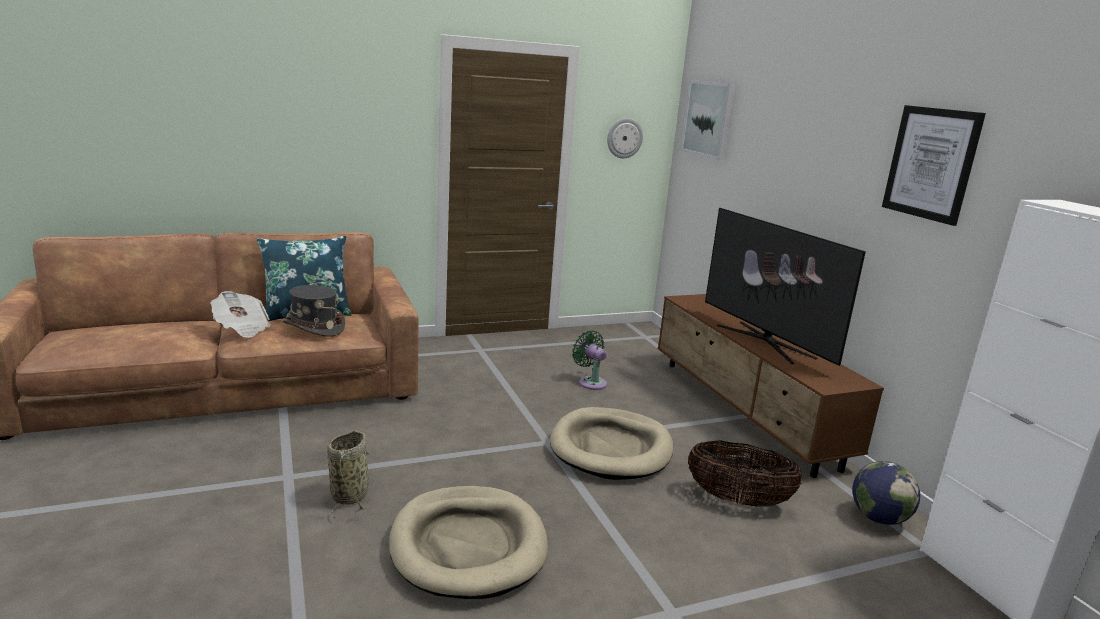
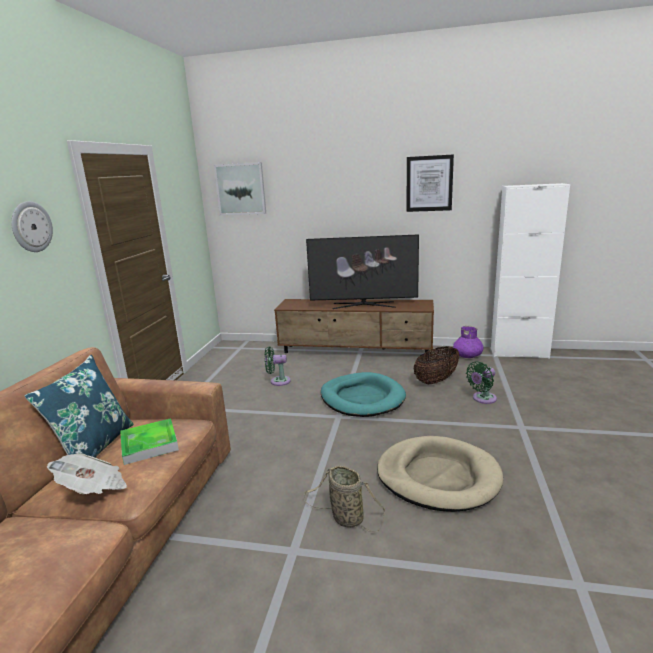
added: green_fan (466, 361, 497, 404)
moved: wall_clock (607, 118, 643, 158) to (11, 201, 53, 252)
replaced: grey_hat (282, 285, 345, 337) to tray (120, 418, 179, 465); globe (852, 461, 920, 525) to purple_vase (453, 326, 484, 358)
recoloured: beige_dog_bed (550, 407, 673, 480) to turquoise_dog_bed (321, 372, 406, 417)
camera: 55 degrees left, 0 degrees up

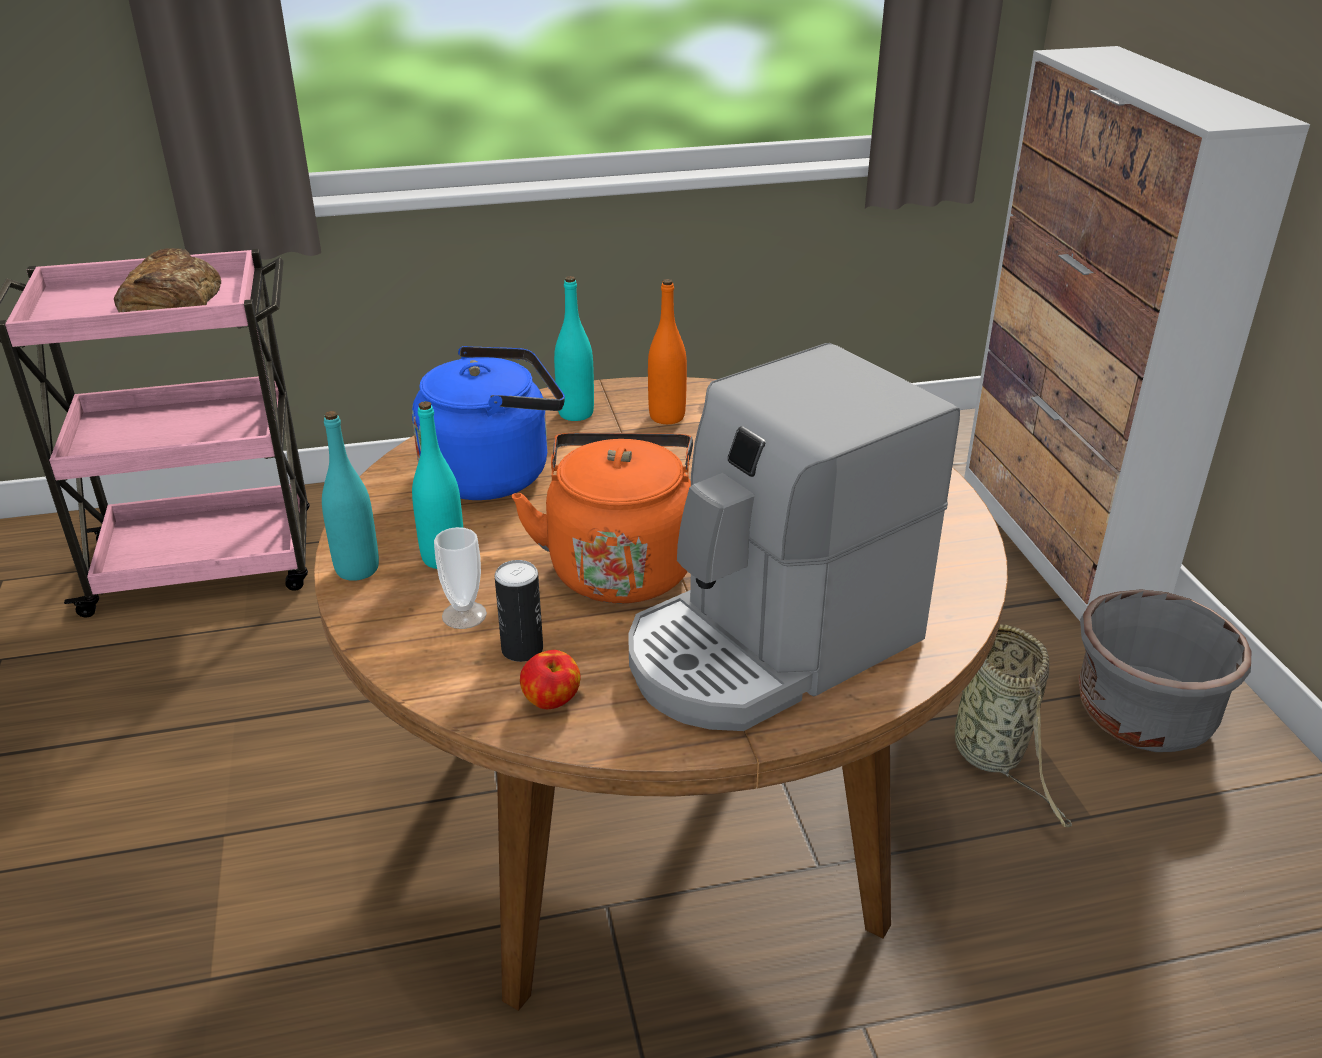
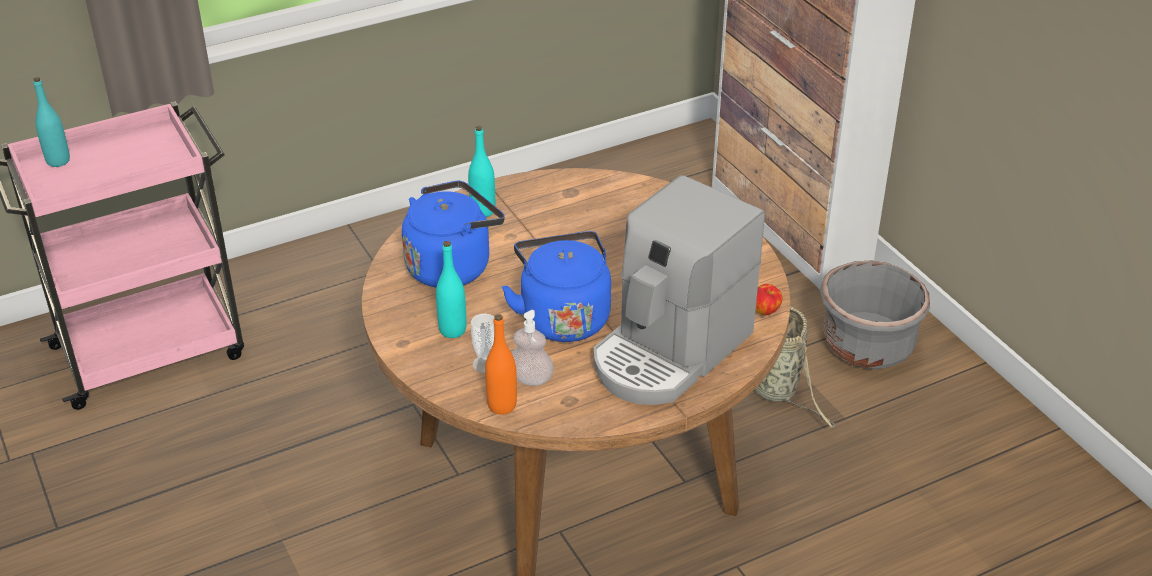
removed: bread (114, 248, 221, 312)
moved: orange_bottle (648, 279, 687, 424) to (485, 314, 517, 415); turquoise_bottle (322, 411, 379, 581) to (33, 77, 70, 167); apple (520, 650, 581, 709) to (755, 284, 782, 315)
replaced: can (495, 560, 543, 662) to soap_dispenser (511, 310, 554, 386)
recoloured: orange_kettle (512, 433, 693, 604) to blue_kettle (502, 231, 611, 342)
camera: 15 degrees left, 5 degrees up

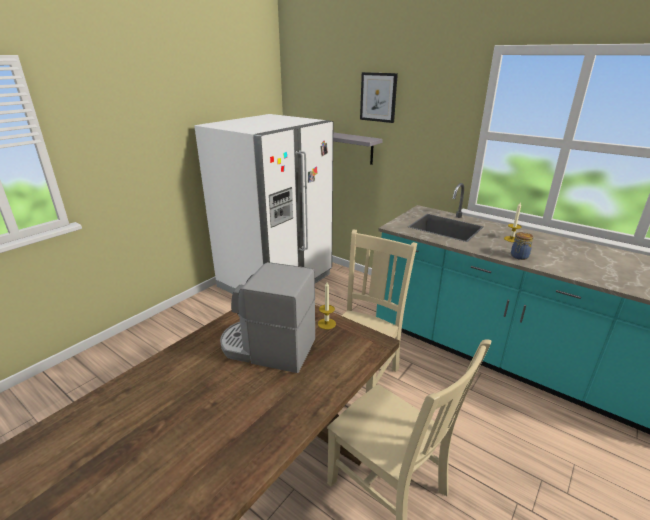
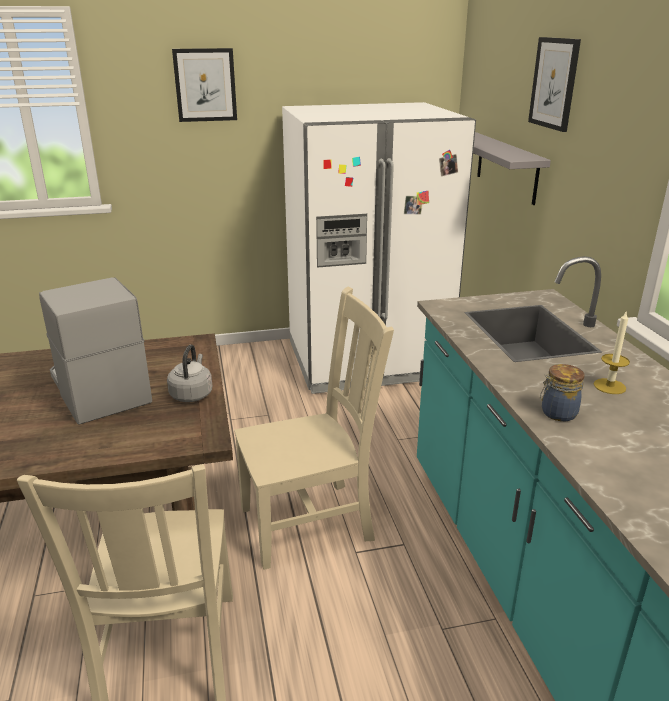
added: picture (172, 48, 237, 122)
replaced: candle (318, 282, 336, 329) to grey_kettle (167, 344, 212, 402)
camera: 40 degrees right, 0 degrees up

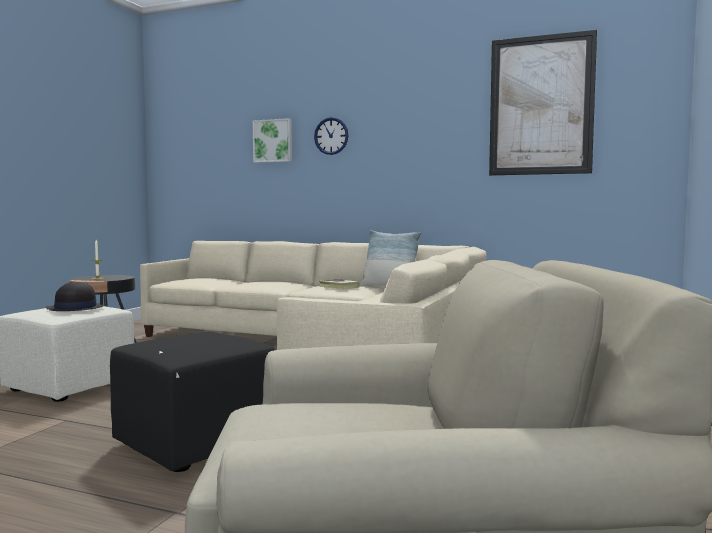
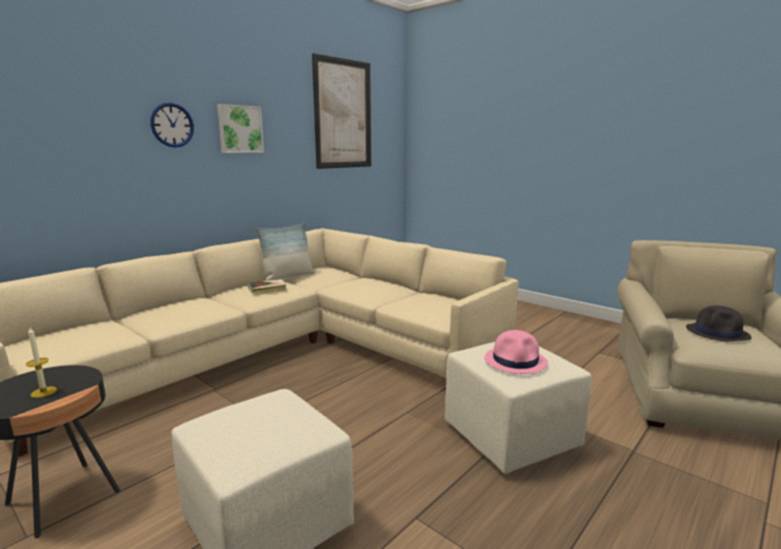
added: pink_hat (484, 330, 548, 374)
moved: picture (253, 118, 292, 163) to (217, 104, 264, 153); black_hat (46, 282, 105, 311) to (686, 306, 752, 341)
recoloured: black_ottoman (110, 332, 275, 472) to beige_ottoman (445, 342, 591, 474)
camera: 70 degrees left, 10 degrees up

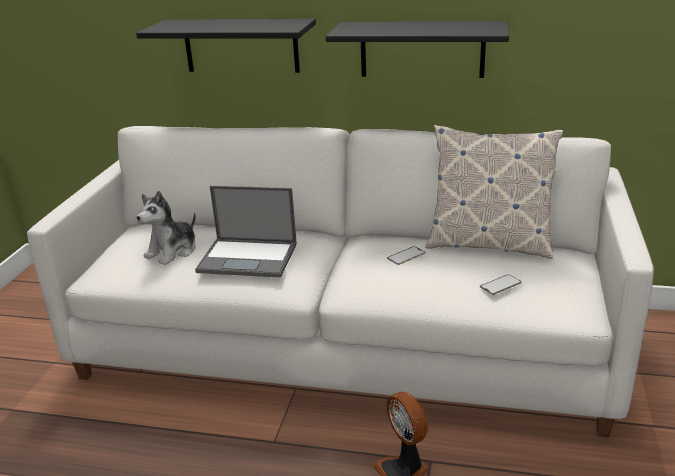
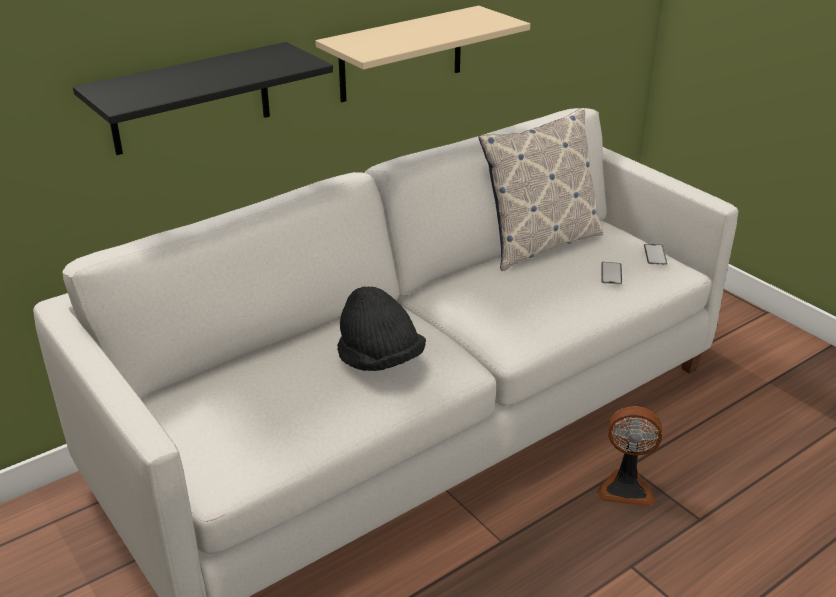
removed: plush_toy (137, 191, 196, 265)
moved: phone (387, 246, 426, 265) to (644, 244, 667, 265)
replaced: laptop (195, 186, 297, 278) to black_hat (337, 286, 426, 371)
recoloured: black_shelf (326, 21, 509, 78) to beige_shelf (315, 6, 530, 102)
camera: 50 degrees left, 5 degrees up

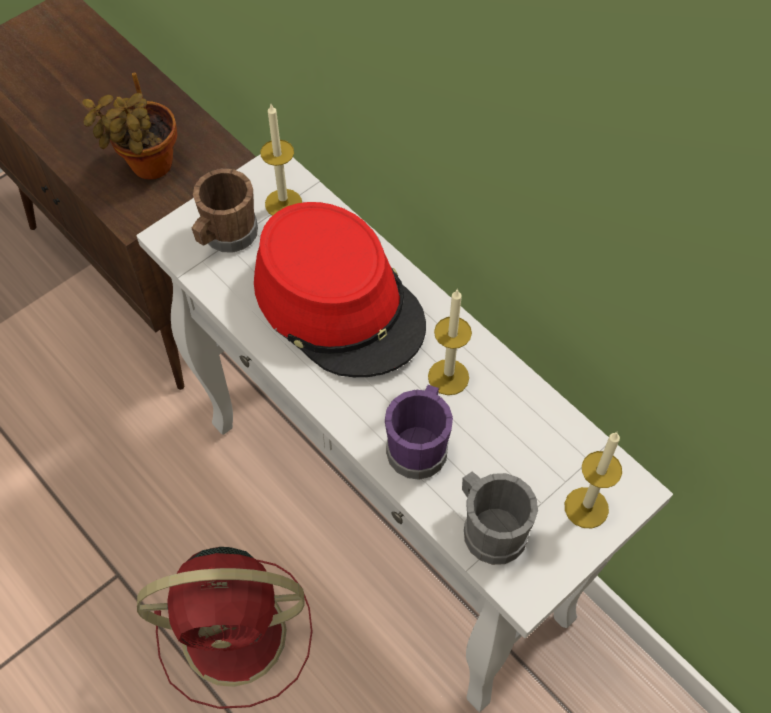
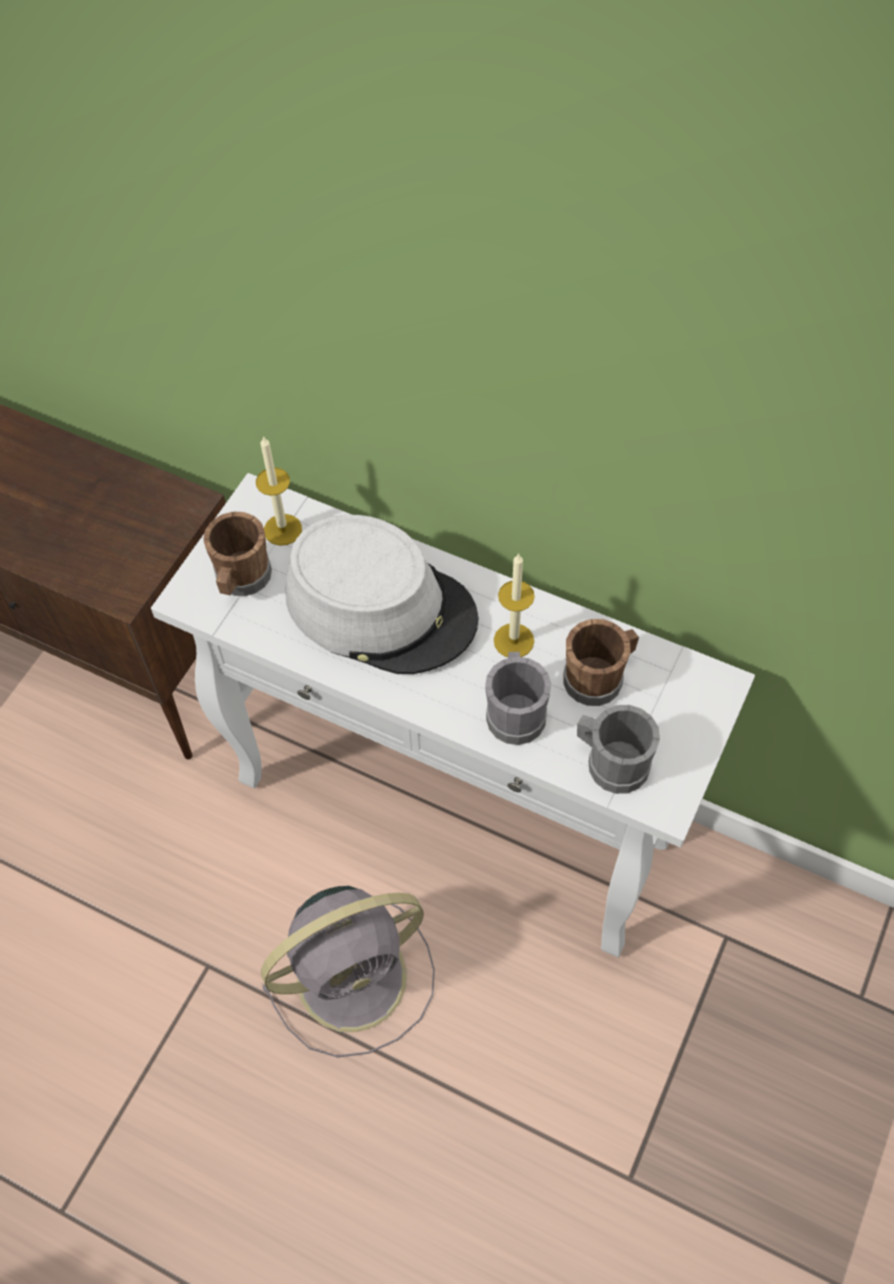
removed: potted_plant (82, 72, 177, 180); candle (565, 432, 622, 528)
added: brown_mug (563, 619, 639, 706)
recoloured: red_hat (254, 202, 426, 377) to grey_hat (285, 515, 479, 674); purple_mug (385, 385, 453, 480) to grey_mug (485, 652, 551, 745); red_fan (137, 547, 313, 709) to grey_fan (261, 886, 435, 1058)
camera: 20 degrees left, 0 degrees up

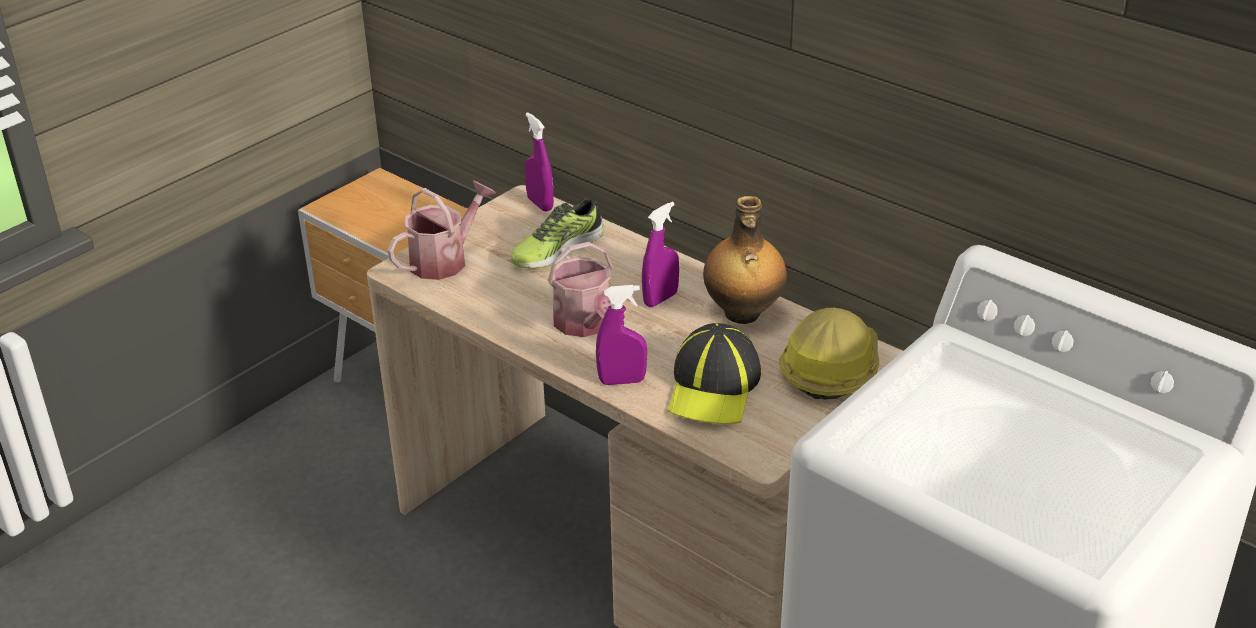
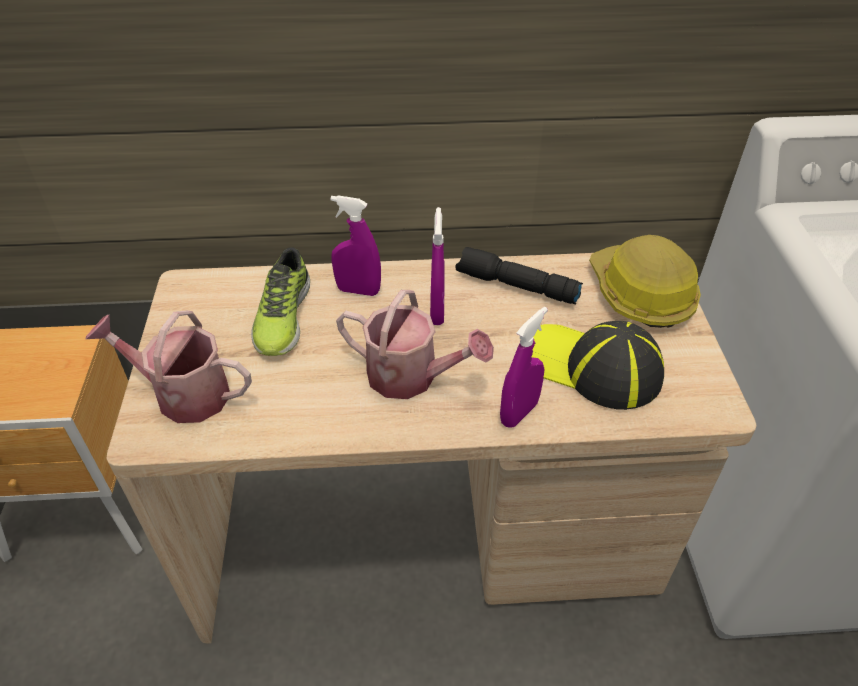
moved: purple_spray_bottle (525, 112, 554, 212) to (331, 195, 381, 296)
replaced: bottle (703, 196, 787, 324) to black_flashlight (456, 247, 583, 305)
turned: watering_can (388, 181, 496, 280) = (85, 310, 252, 423) 75 degrees counterclockwise; cap (668, 323, 761, 424) = (532, 321, 664, 410) 150 degrees clockwise
camera: 45 degrees left, 10 degrees up

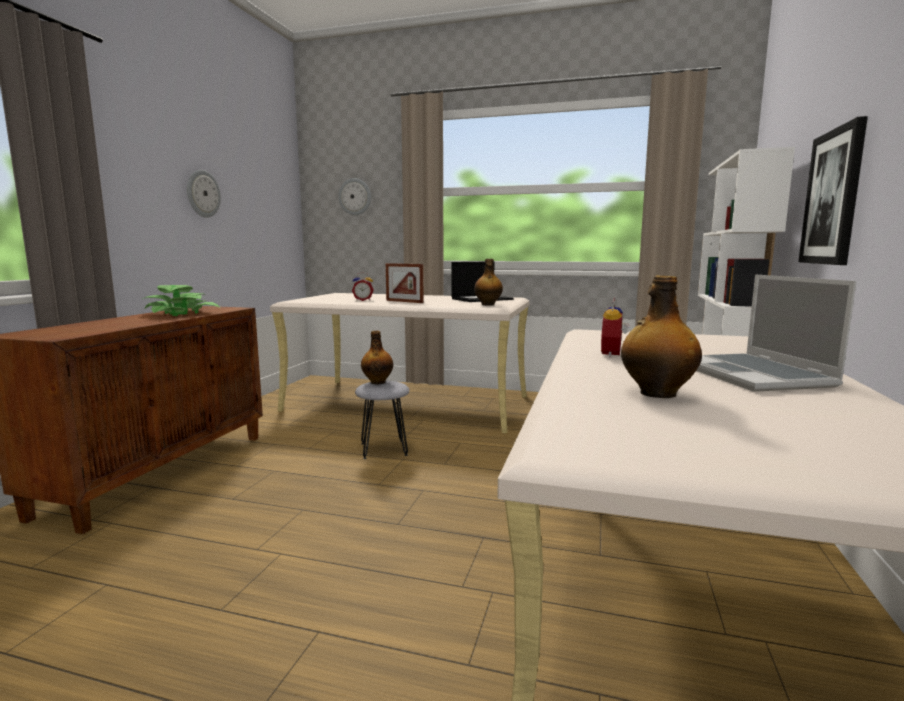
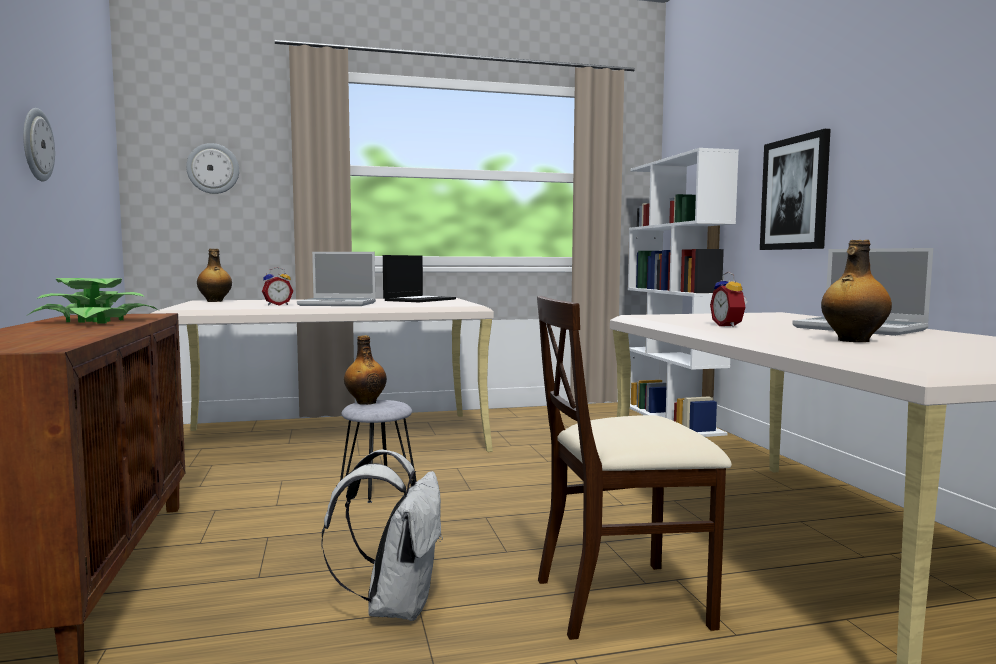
added: beige_chair (537, 296, 732, 640); white_backpack (322, 449, 443, 621)
moved: bottle (474, 259, 503, 305) to (197, 249, 232, 302)
replaced: picture_frame (386, 263, 424, 303) to laptop (297, 252, 376, 306)
camera: 30 degrees left, 5 degrees down

